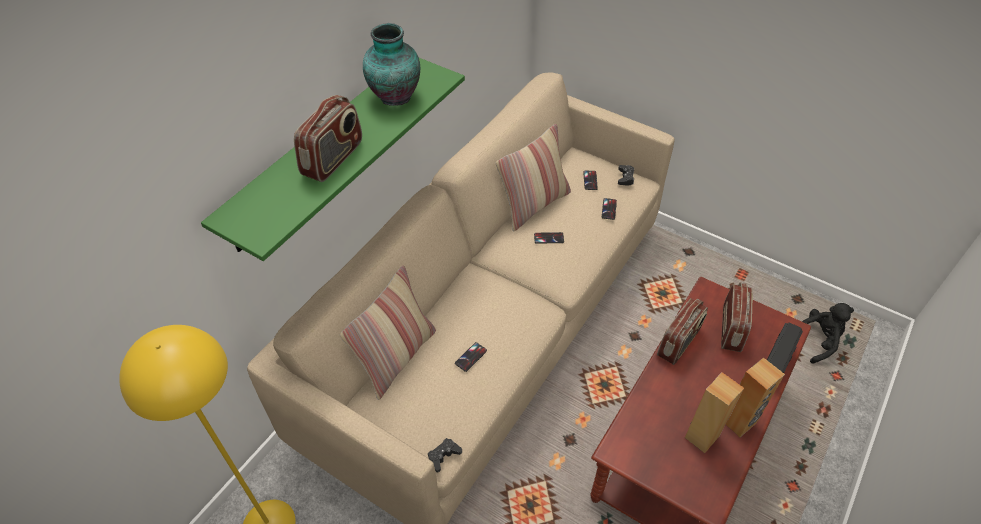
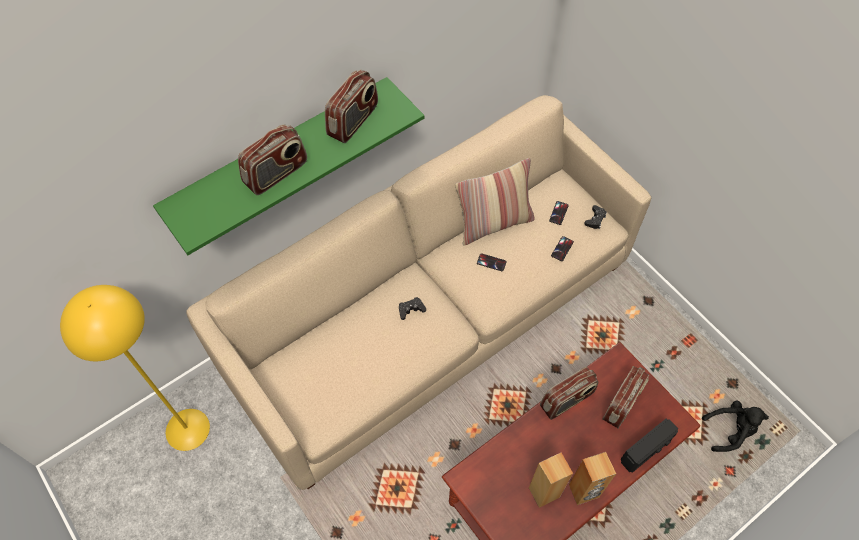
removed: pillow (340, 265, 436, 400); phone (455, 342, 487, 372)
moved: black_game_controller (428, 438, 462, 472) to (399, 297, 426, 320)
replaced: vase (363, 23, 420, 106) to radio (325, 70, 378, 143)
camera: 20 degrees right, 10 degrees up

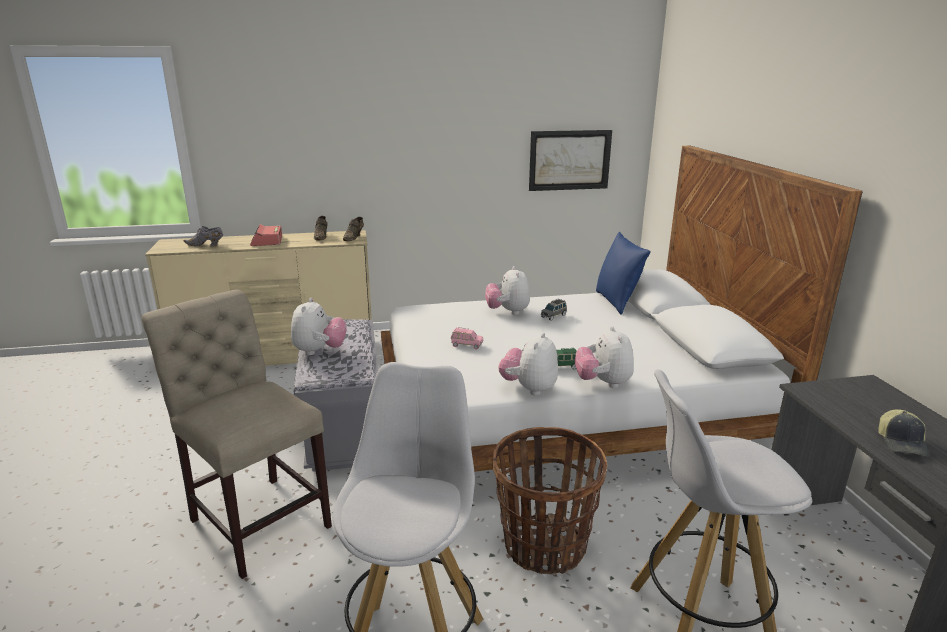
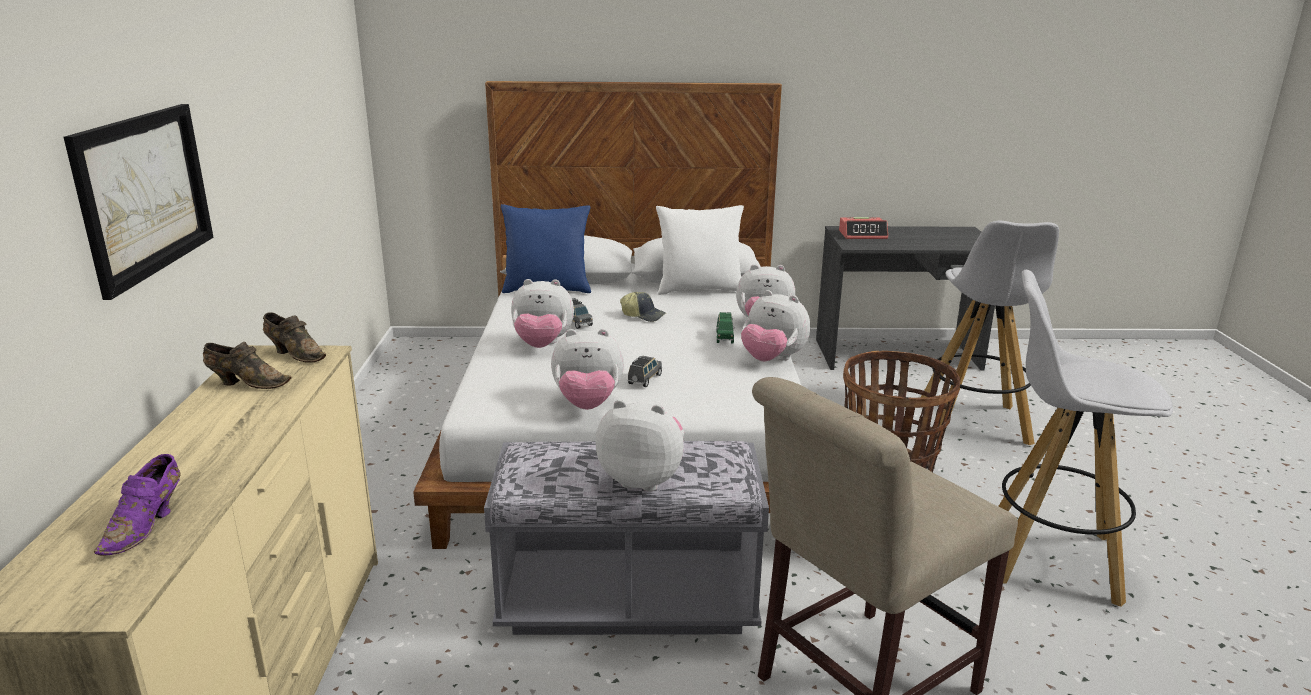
added: white_pillow (656, 205, 744, 295); plush_toy (551, 329, 624, 410)
moved: picture (529, 130, 612, 191) to (64, 104, 213, 300); alarm_clock (250, 224, 282, 246) to (839, 217, 888, 239); cap (878, 409, 929, 456) to (620, 292, 666, 322)
recoloured: grey_shoe (183, 226, 223, 246) to purple_shoe (93, 454, 181, 556); pink_toy_car (451, 327, 483, 350) to grey_toy_car (628, 356, 662, 387)
camera: 80 degrees left, 0 degrees up

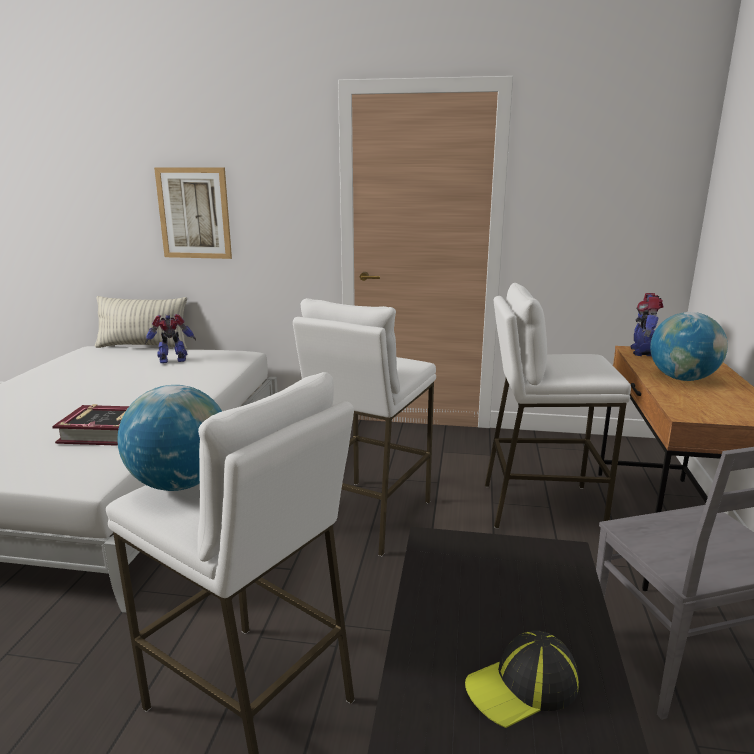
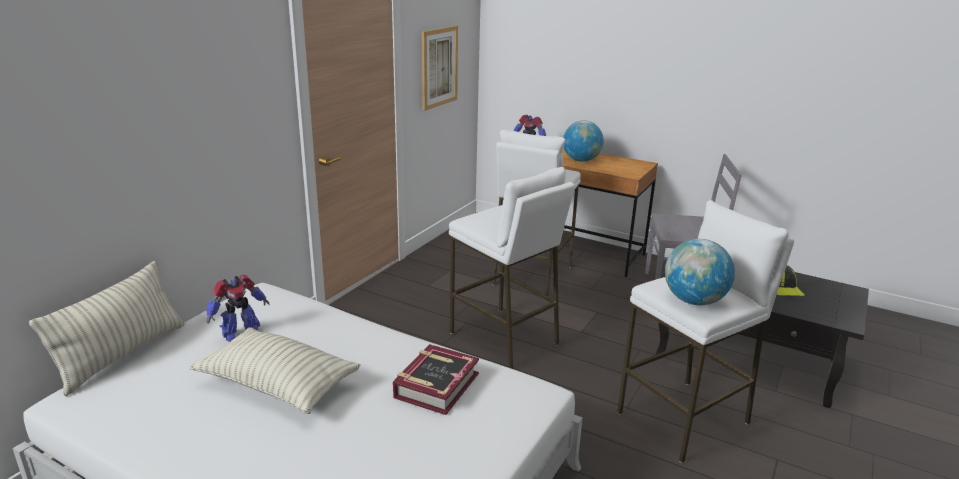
added: pillow (190, 327, 361, 414)
moved: picture (154, 167, 232, 259) to (422, 26, 458, 111)
turned: toy_robot (145, 314, 196, 363) = (206, 275, 270, 342) 135 degrees counterclockwise
camera: 70 degrees left, 5 degrees up

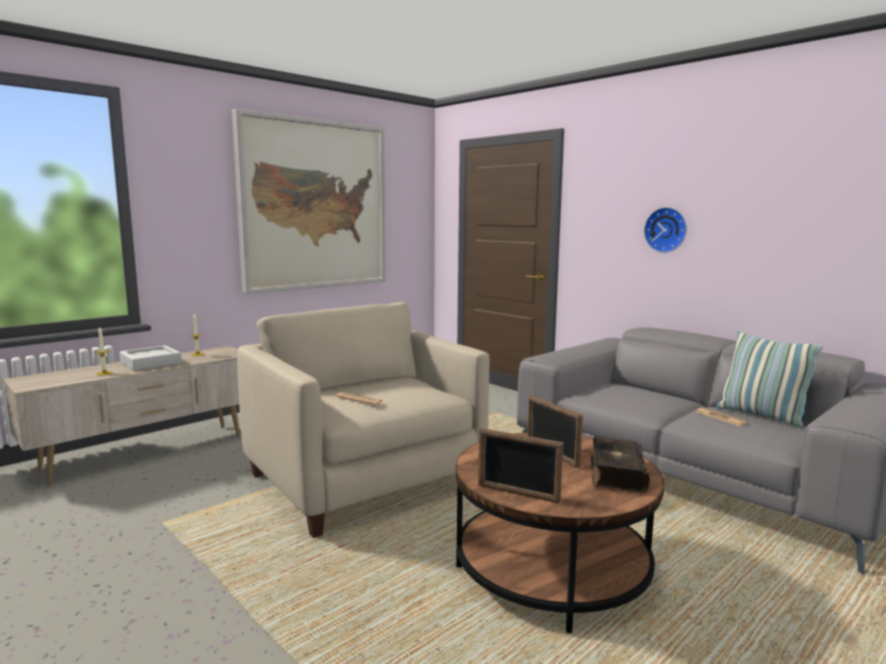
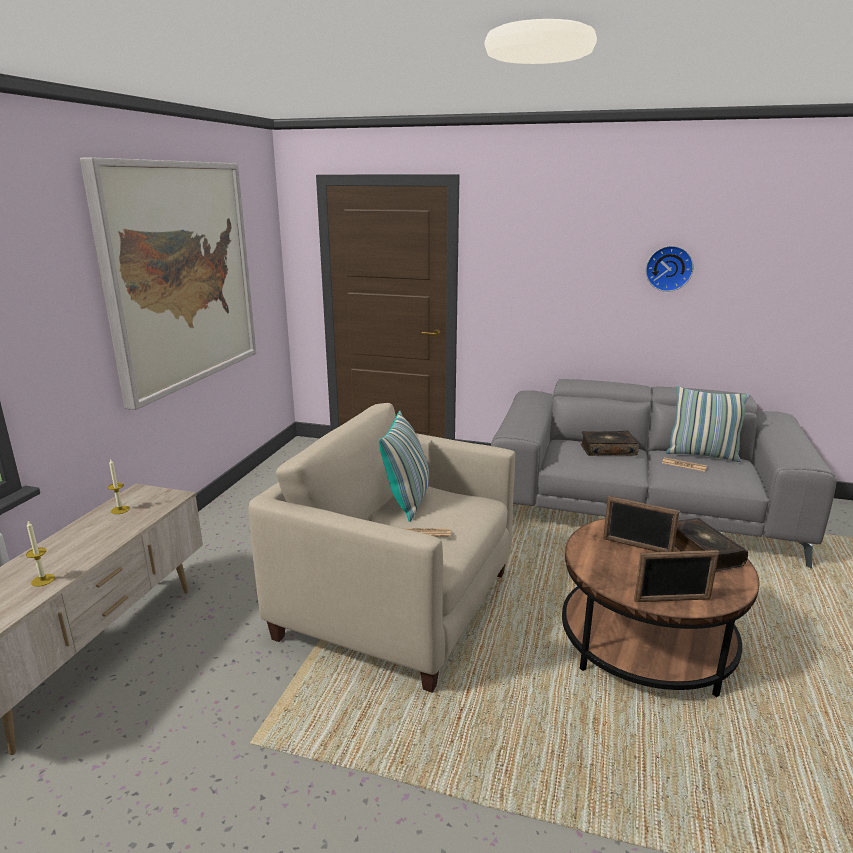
removed: grey_tray (119, 345, 182, 371)
added: pillow (379, 411, 429, 522); book (581, 431, 639, 456)
moved: wall_clock (644, 207, 687, 253) to (646, 246, 694, 292)
camera: 30 degrees left, 10 degrees up

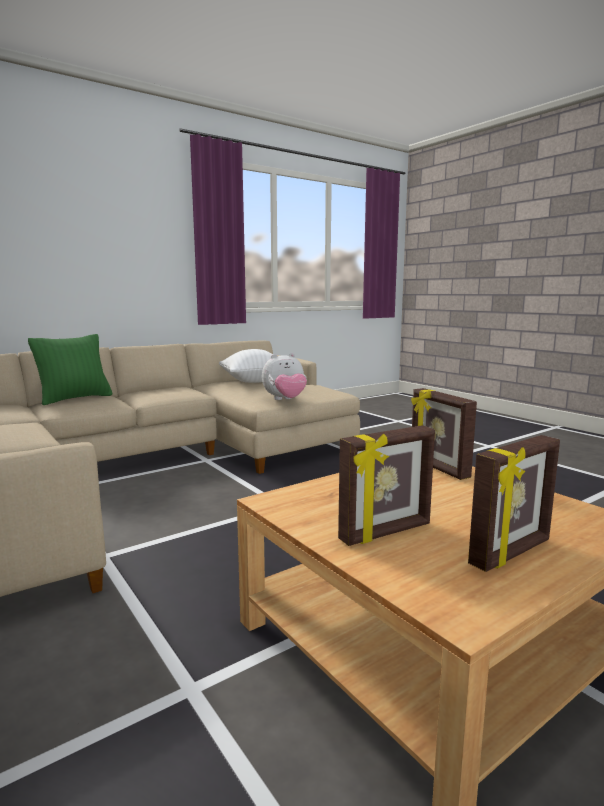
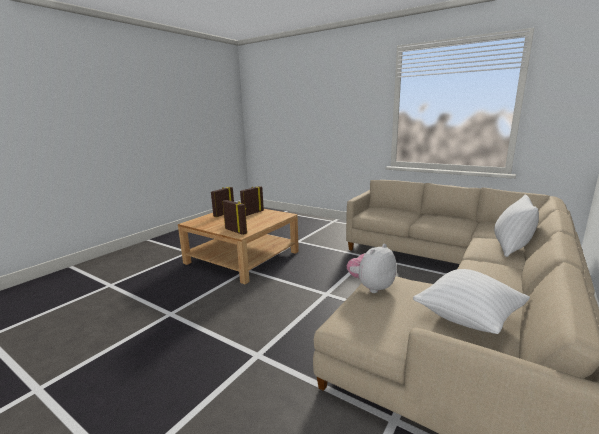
recoloured: green_pillow (28, 334, 112, 405) to white_pillow (494, 194, 539, 257)
camera: 160 degrees right, 5 degrees up

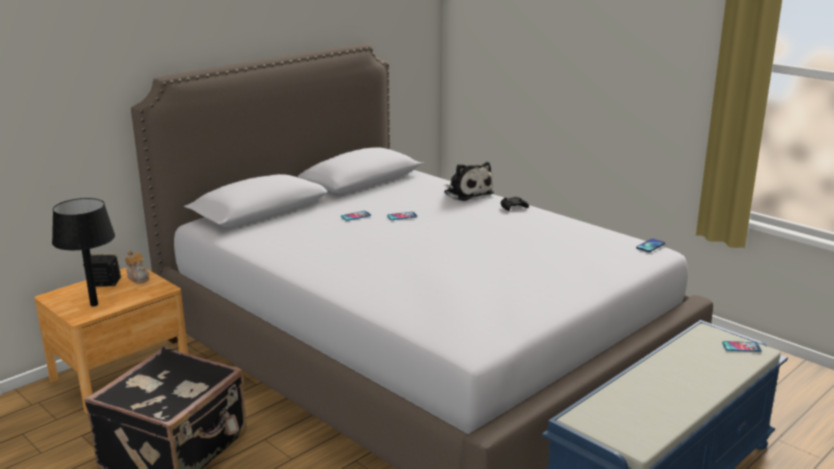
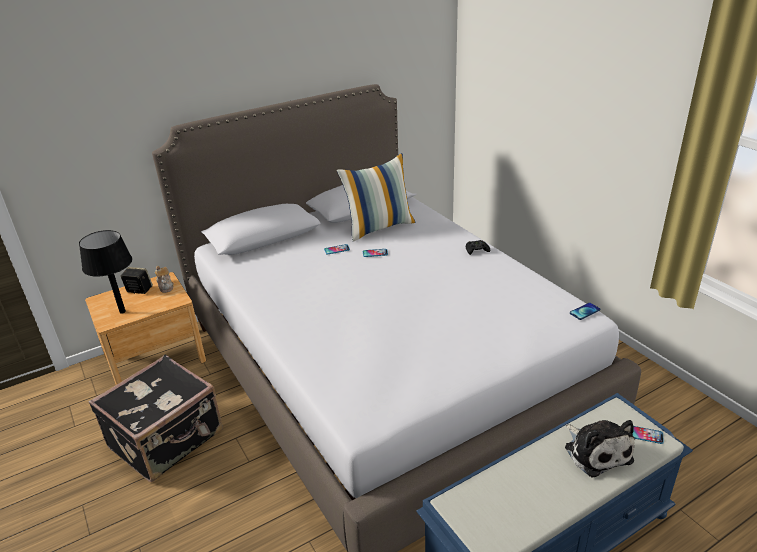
added: pillow (337, 153, 416, 242)
moved: plush_toy (444, 162, 494, 201) to (565, 420, 635, 478)
camera: 15 degrees right, 10 degrees up

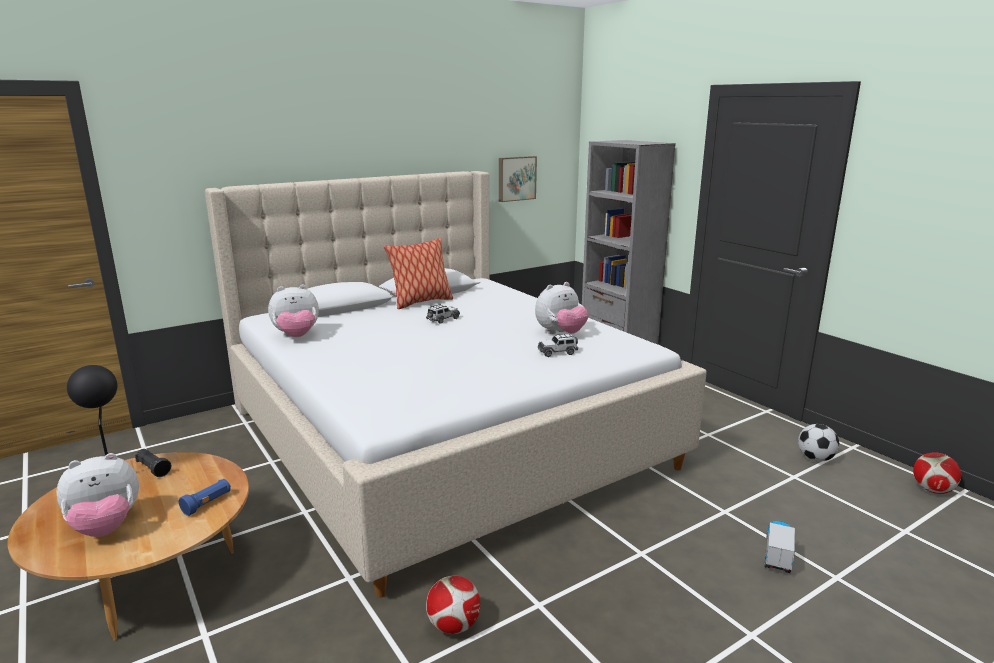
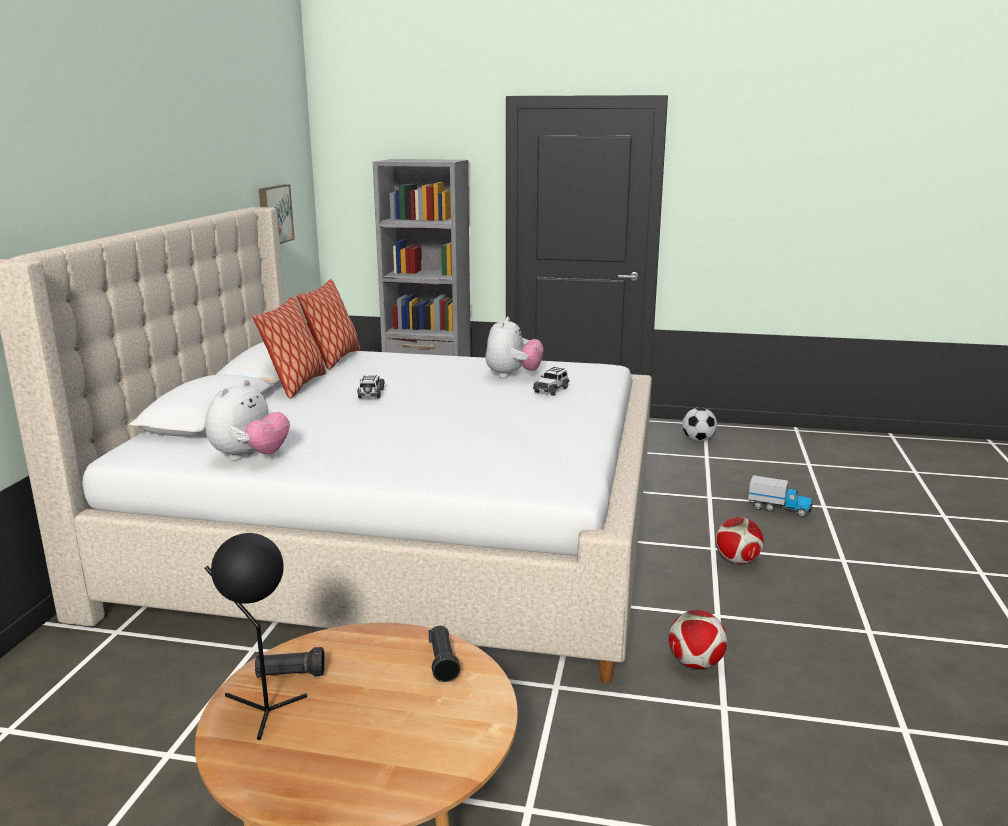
removed: plush_toy (56, 453, 139, 537)
added: pillow (297, 279, 360, 370)
moved: football (913, 452, 961, 494) to (716, 517, 764, 564)
recoloured: blue_flashlight (179, 479, 231, 516) to black_flashlight (428, 626, 460, 682)
turned: toy_truck (764, 521, 795, 573) = (748, 475, 813, 517) 135 degrees clockwise
camera: 45 degrees left, 0 degrees up

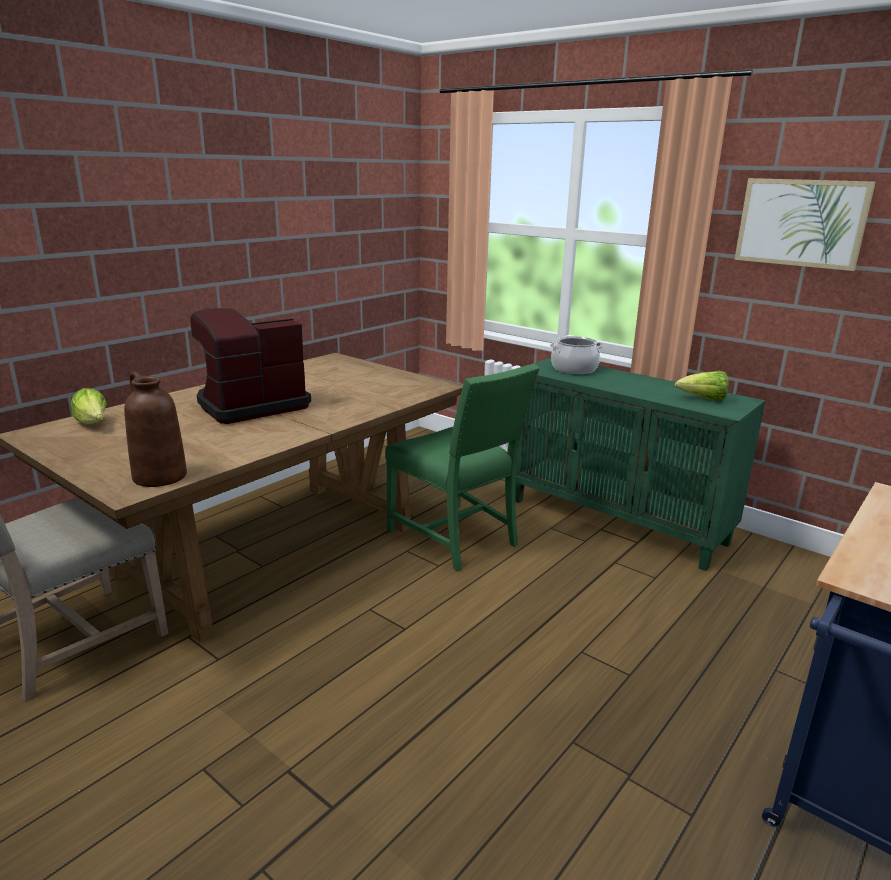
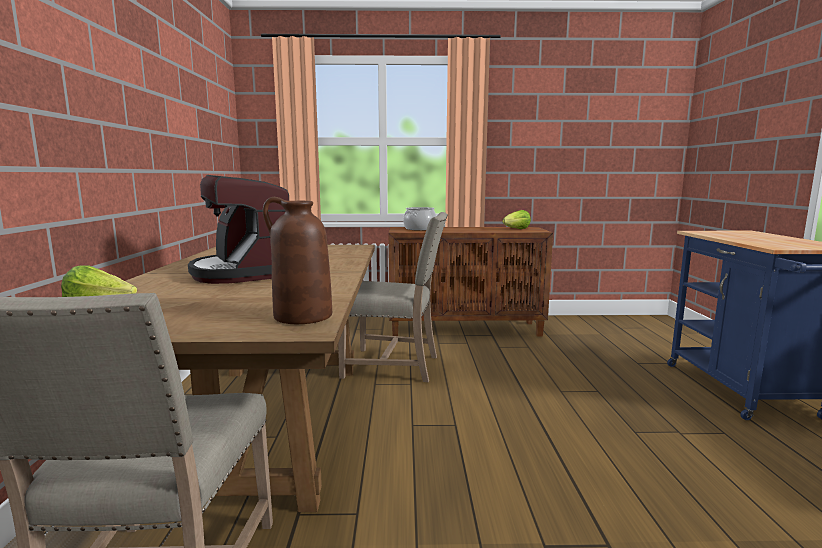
removed: picture (734, 178, 876, 271)
recoloured: green_cabinet (515, 357, 765, 571) to brown_cabinet (388, 227, 553, 337); green_chair (385, 364, 540, 572) to beige_chair (338, 212, 448, 382)
turned: coffee_machine (190, 308, 311, 424) = (188, 175, 289, 284) 45 degrees counterclockwise
camera: 40 degrees left, 10 degrees down

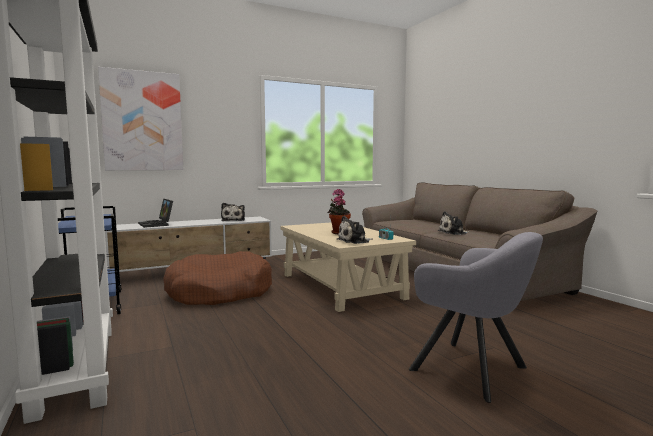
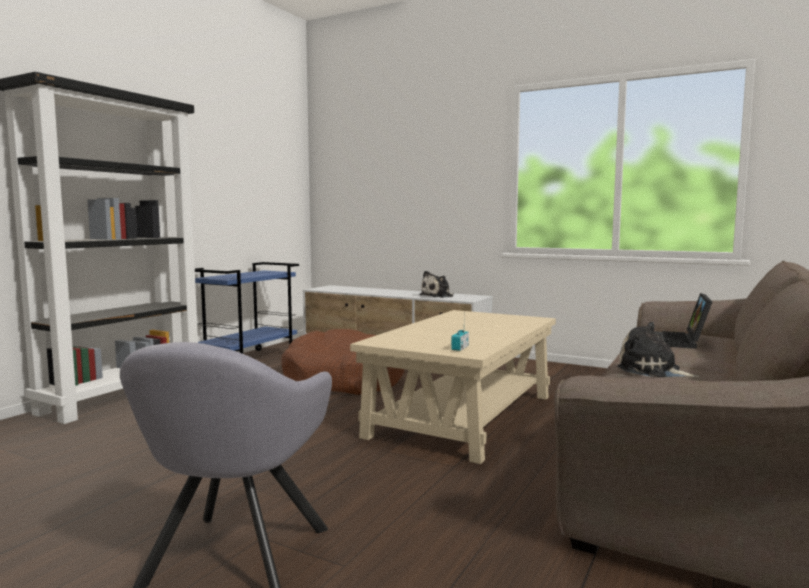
removed: picture (98, 67, 183, 170); potted_plant (327, 189, 351, 234); plush_toy (337, 216, 373, 244)
moved: laptop (138, 198, 173, 228) to (654, 293, 712, 349)
camera: 55 degrees right, 0 degrees up

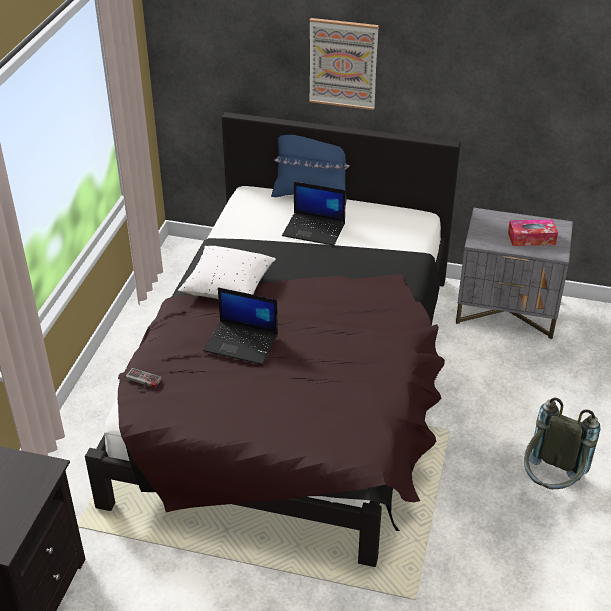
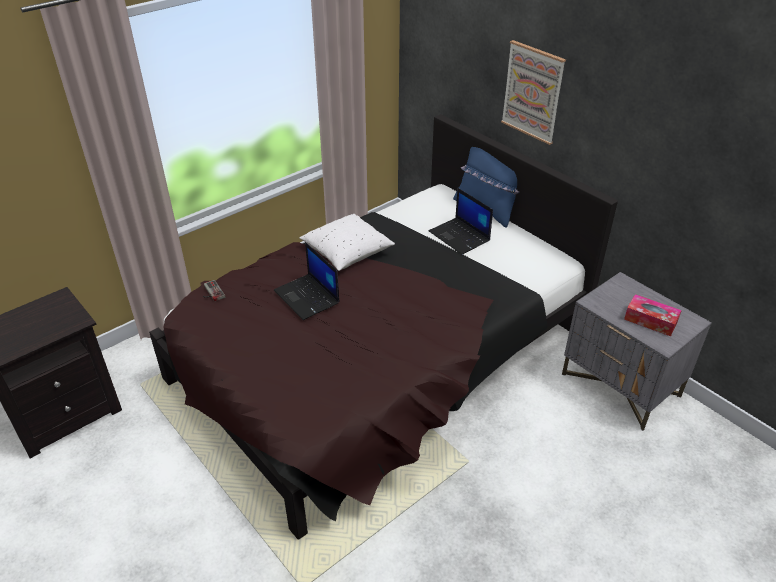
removed: grey_backpack (524, 397, 600, 489)
camera: 35 degrees right, 0 degrees up

